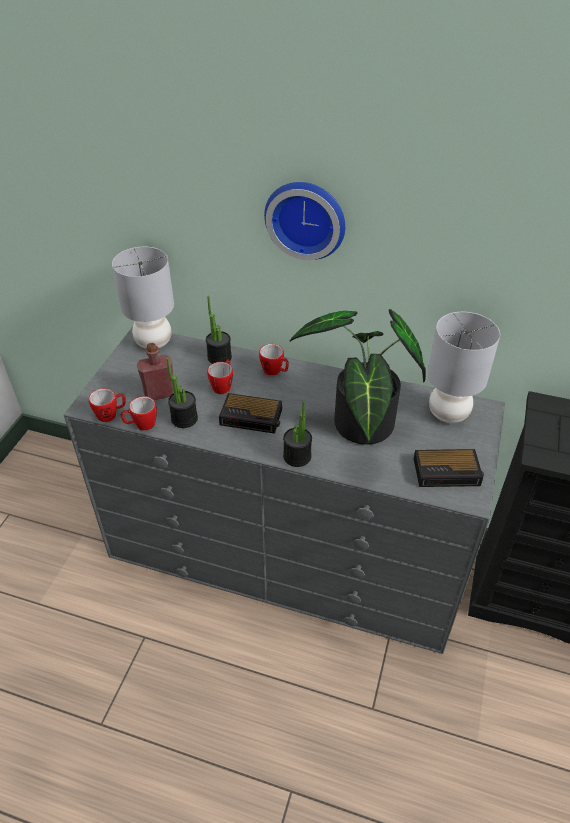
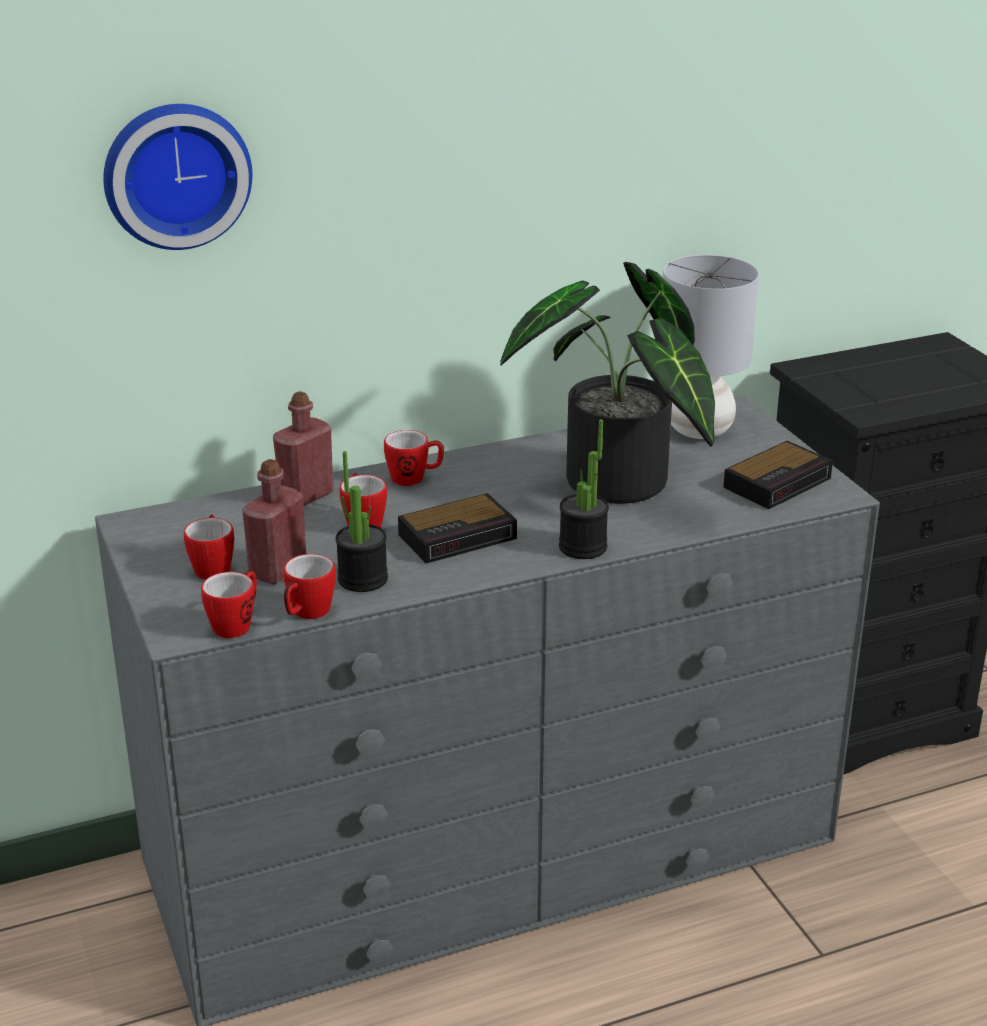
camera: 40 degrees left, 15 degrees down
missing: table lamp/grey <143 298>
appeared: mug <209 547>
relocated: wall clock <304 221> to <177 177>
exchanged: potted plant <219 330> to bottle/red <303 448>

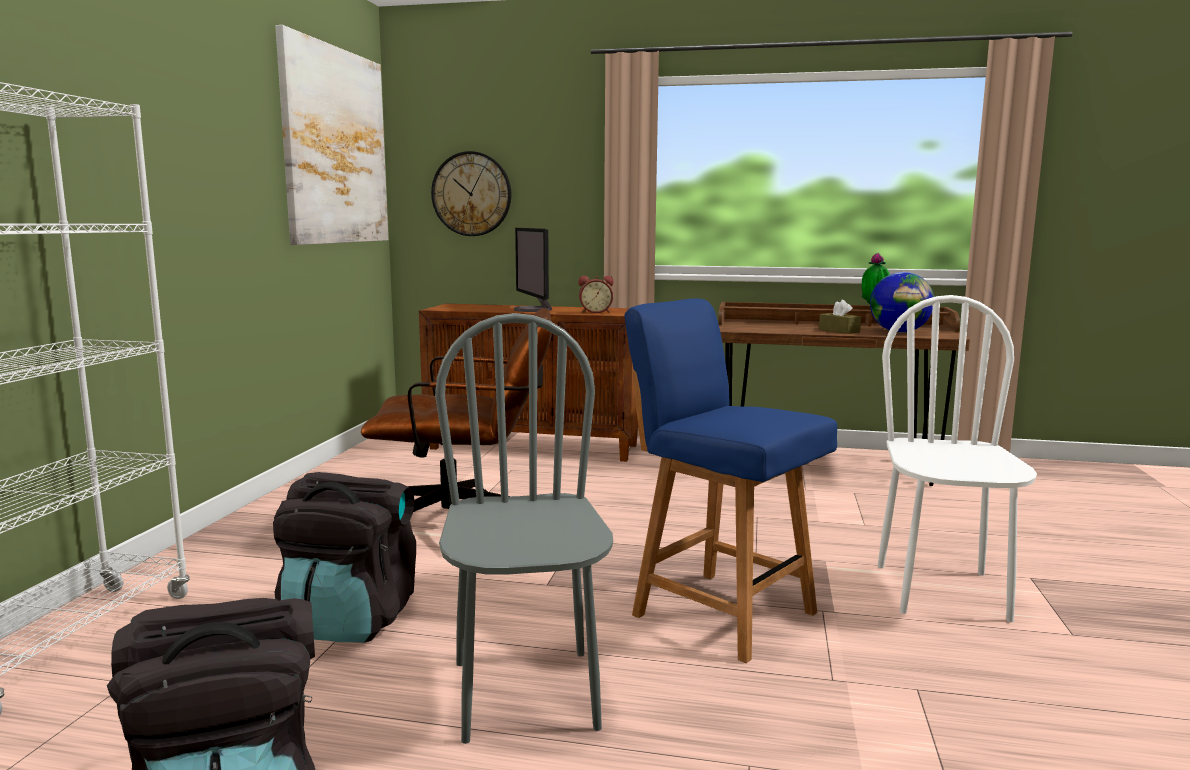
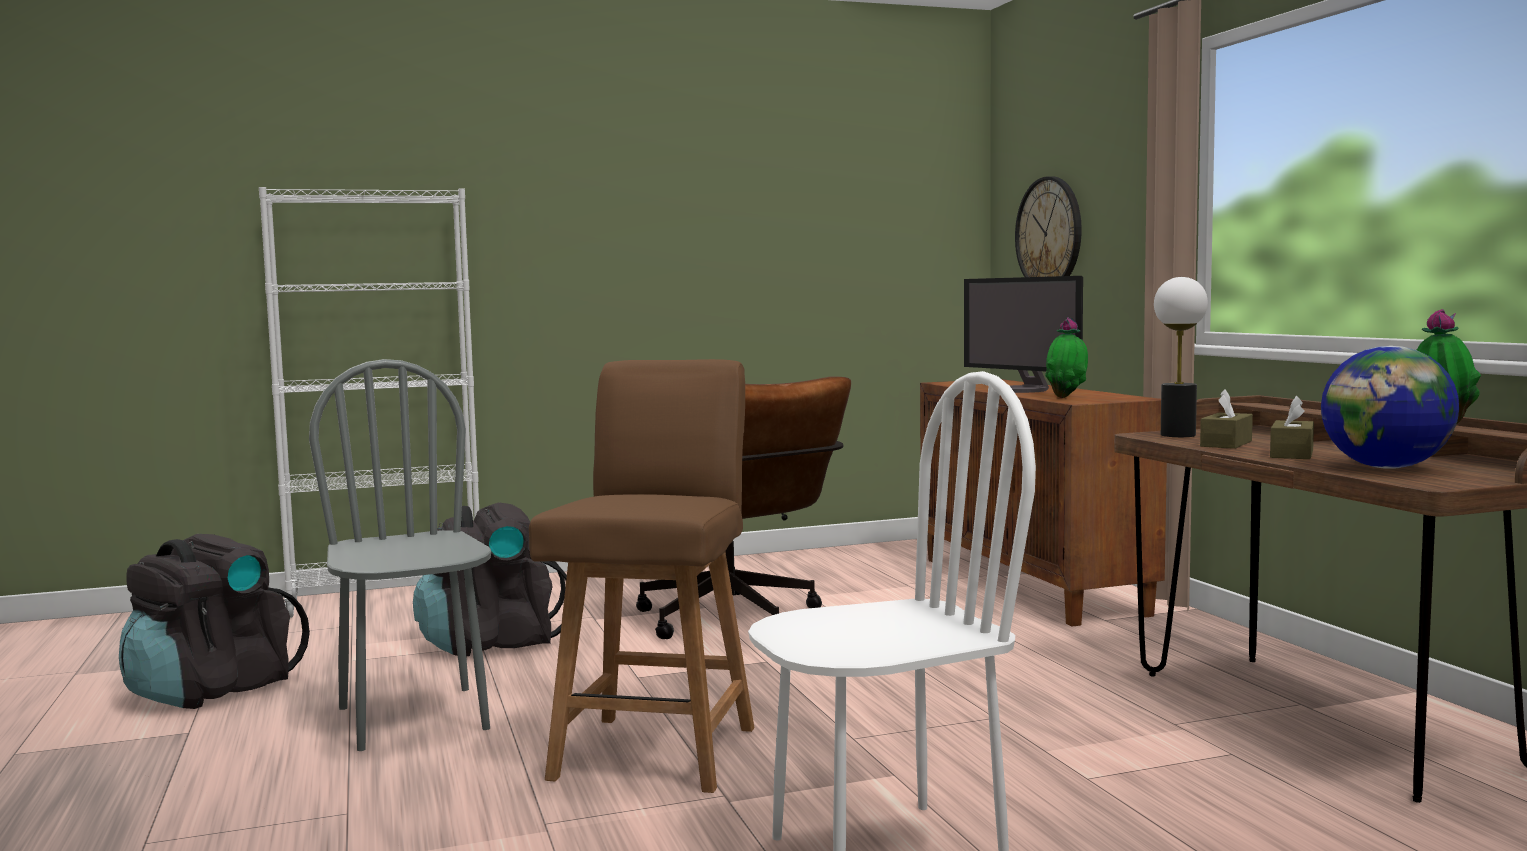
camera: 60 degrees right, 5 degrees down
missing: picture <331 135>
appeared: table lamp <1181 357>; tissue box/brown <1226 419>
exchanged: alarm clock <595 294> to potted plant <1066 357>
colour: chair/blue <730 481> to chair/brown <641 576>
spun: chair/grey <524 528> = <400 555> 75 degrees counterclockwise; monitor <533 270> = <1023 334> 75 degrees counterclockwise

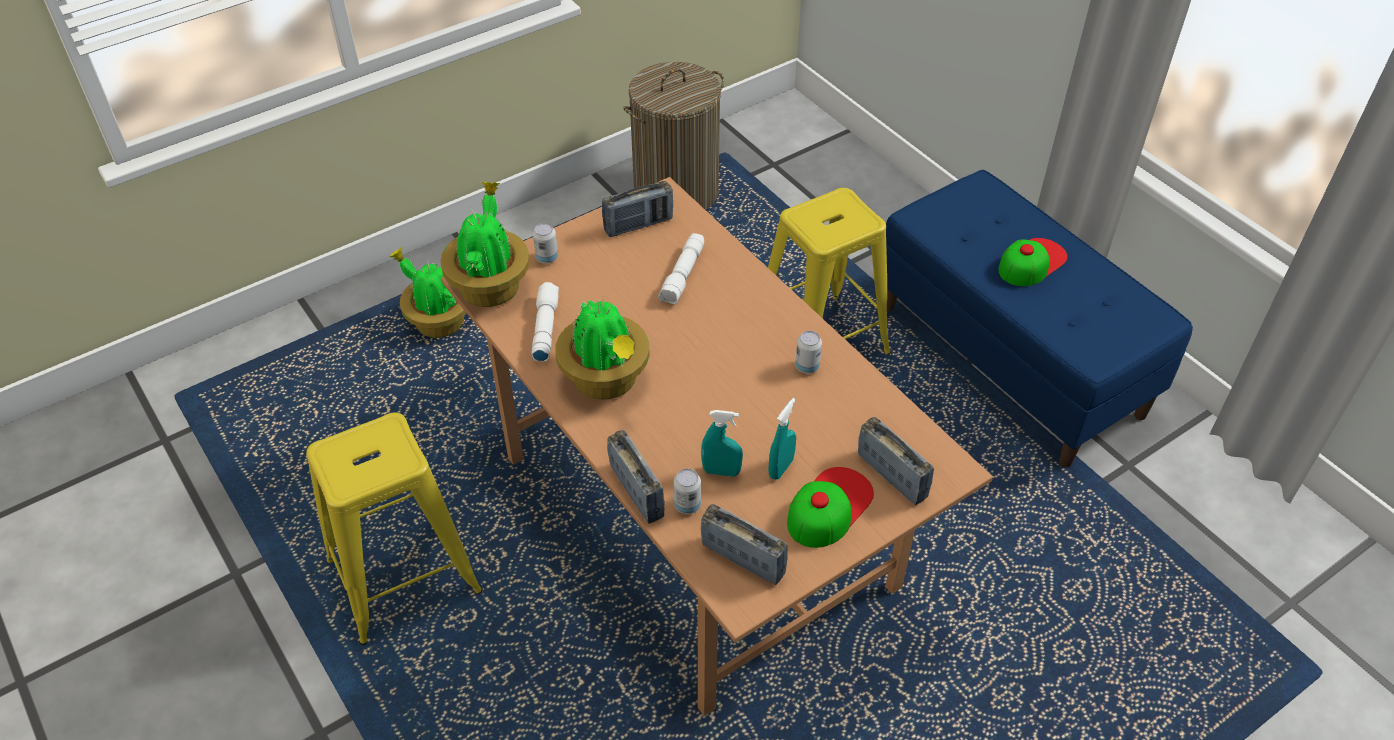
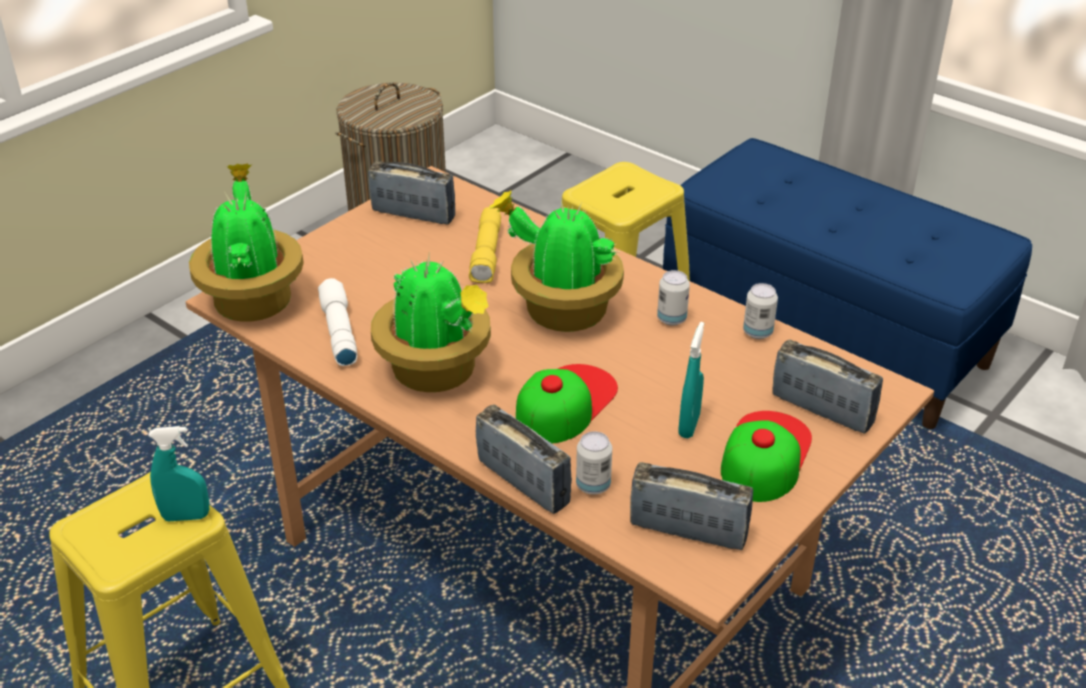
camera: 15 degrees left, 10 degrees down
relocated: potted plant <427 292> to <556 261>; can <545 243> to <760 311>; spray bottle/turquoise <722 443> to <178 473>; cap <1033 262> to <567 403>
colour: flashlight/white <681 269> to flashlight/yellow <485 245>
spun: radio <637 209> = <411 193> 120 degrees counterclockwise

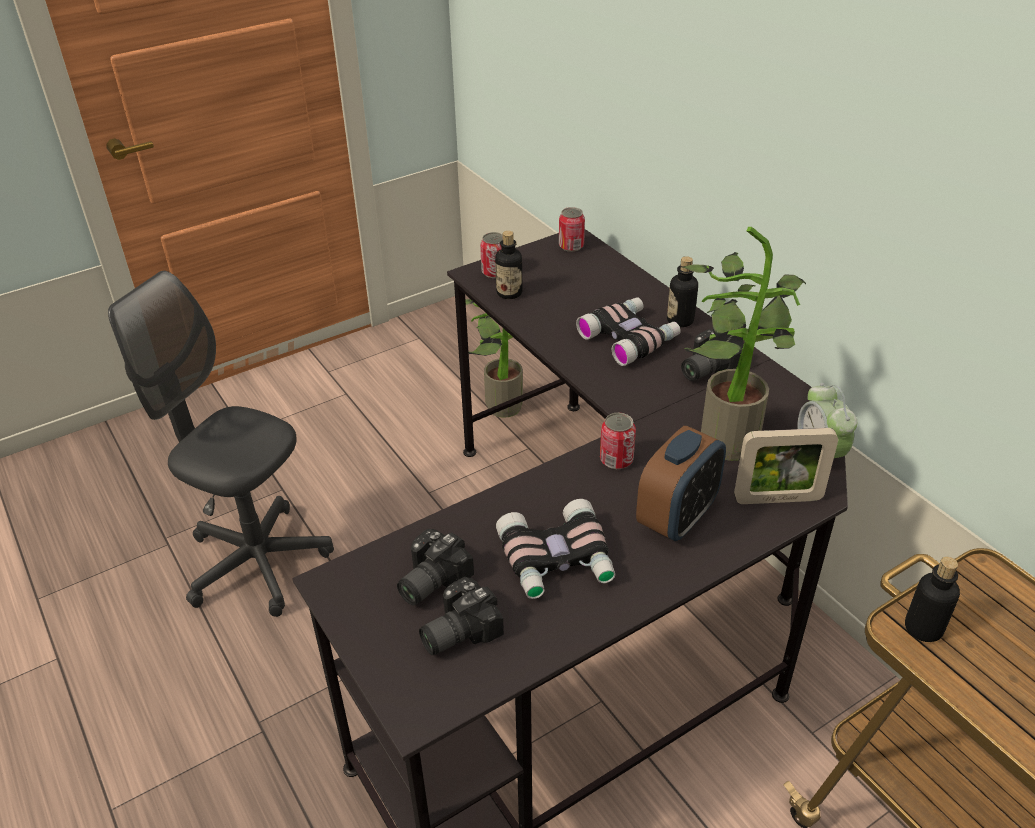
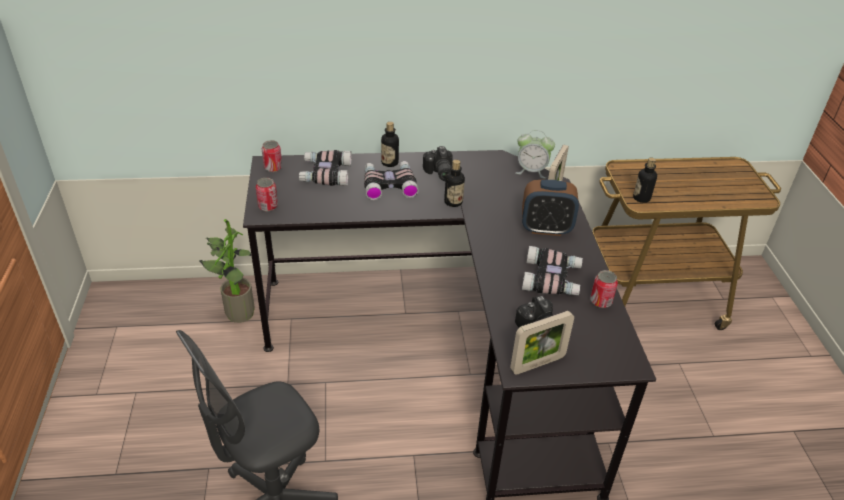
camera: 65 degrees left, 0 degrees up
missing: photo camera <461 616>; potted plant <743 344>
appeared: binoculars <325 168>; picture frame <542 343>
relocated: bottle <508 265> to <454 183>; can <618 441> to <604 289>
spun: alarm clock <681 483> = <550 208> 120 degrees clockwise

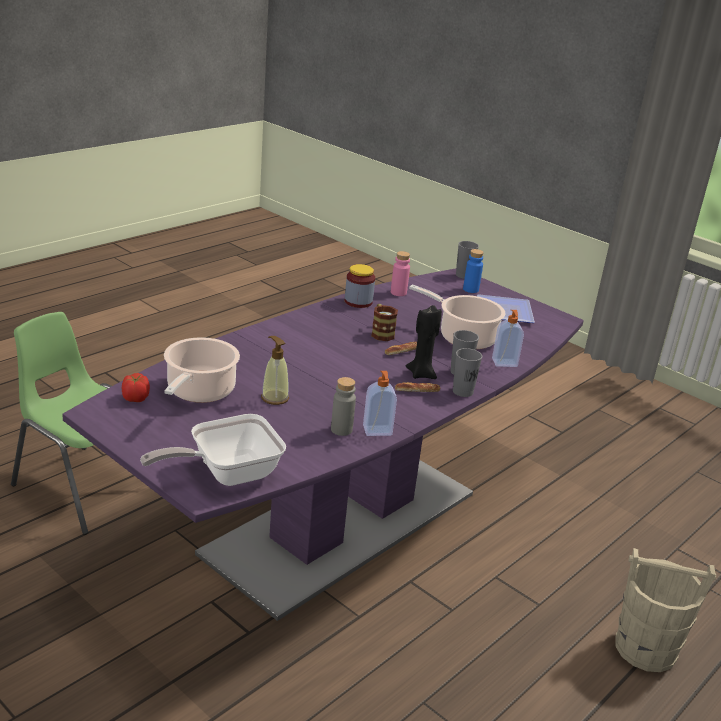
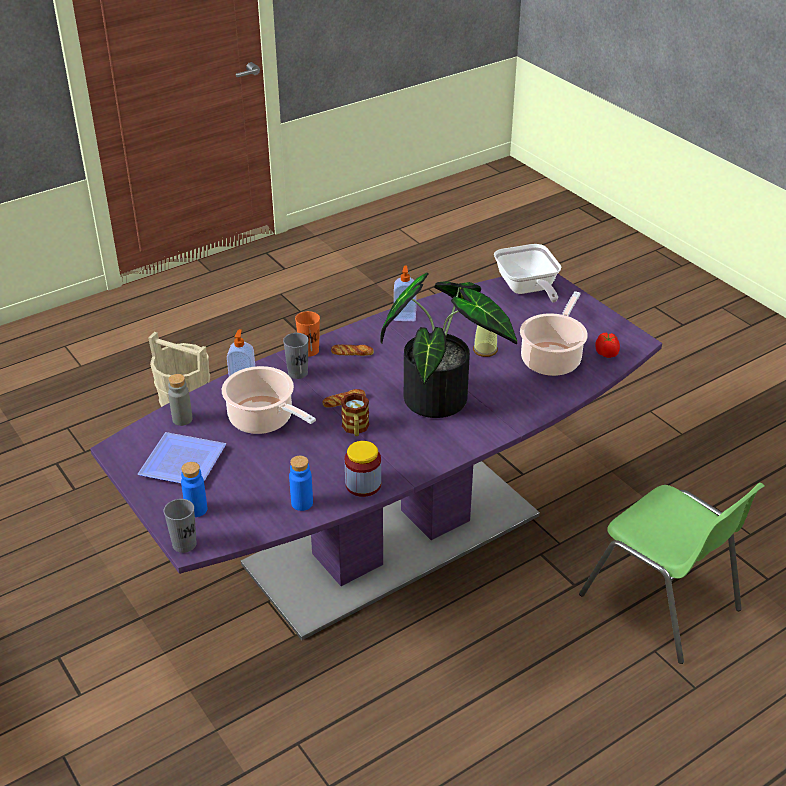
camera: 165 degrees left, 10 degrees up
missing: candle/black <424 342>
appeared: potted plant <448 345>
relocated: bottle/grey <343 406> to <180 400>
colour: bottle/pink <400 273> to bottle/blue <301 483>; cup/grey <467 372> to cup/orange <307 333>
spun: frying pan <213 450> = <527 273> 90 degrees clockwise

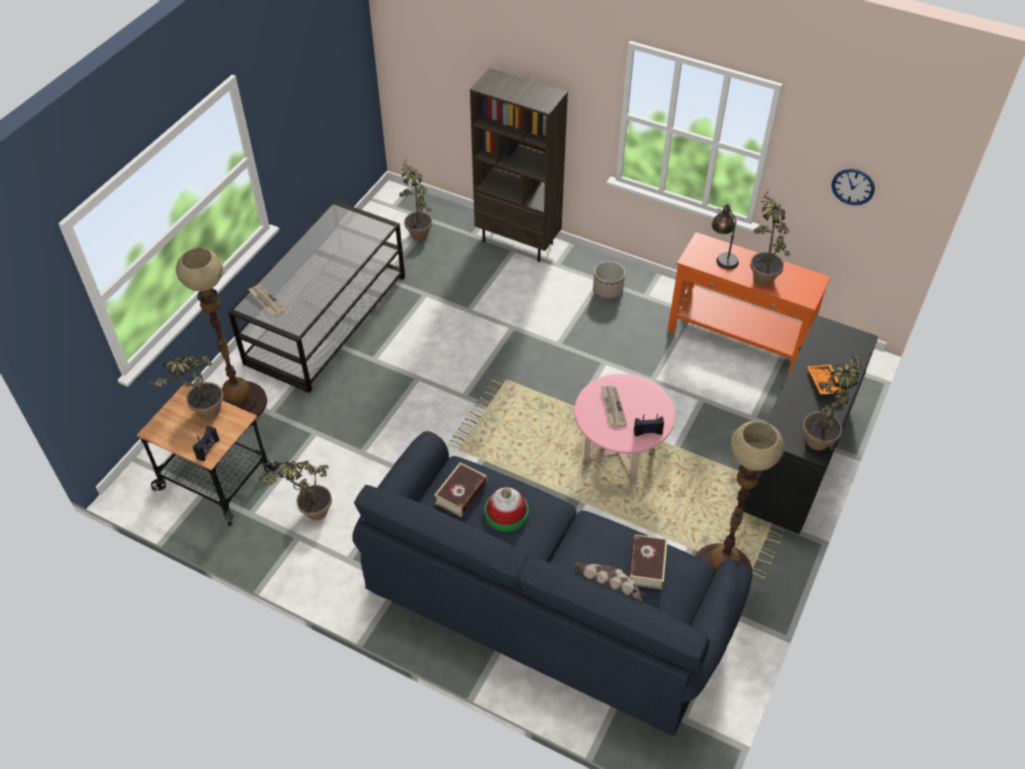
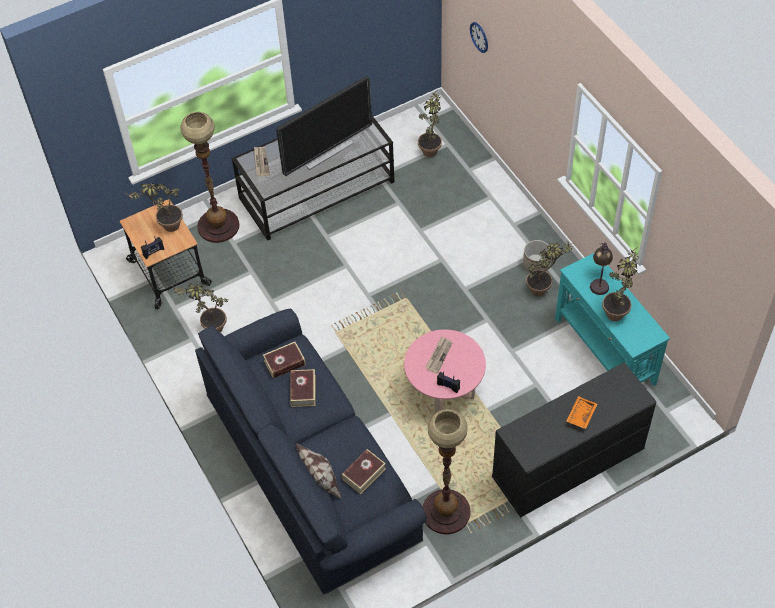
camera: 35 degrees right, 5 degrees up
missing: bookcase/brown <519 165>
appeared: television <324 126>
relocated: potted plant <833 401> to <550 269>; wall clock <853 187> to <479 37>
exchanged: hat <506 509> to book <303 388>
colour: console table/orange <749 303> to console table/turquoise <612 319>

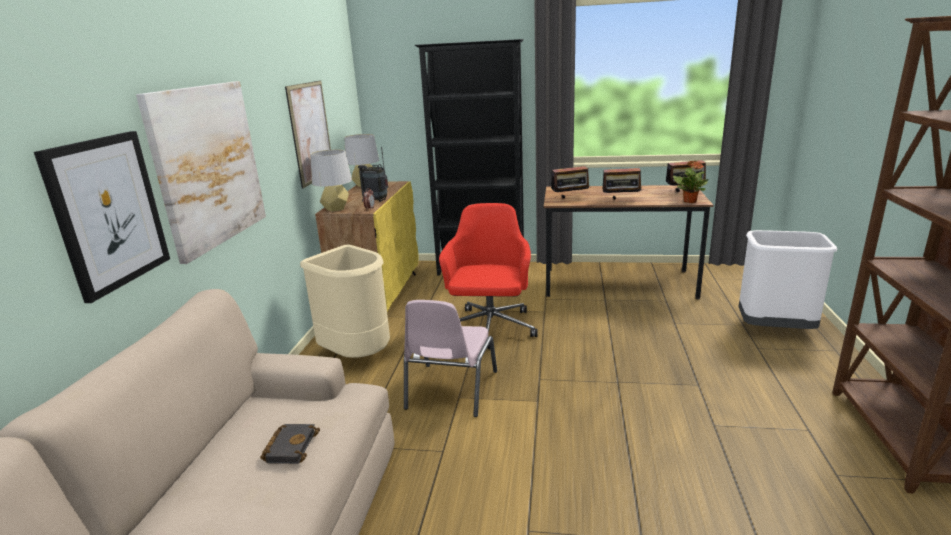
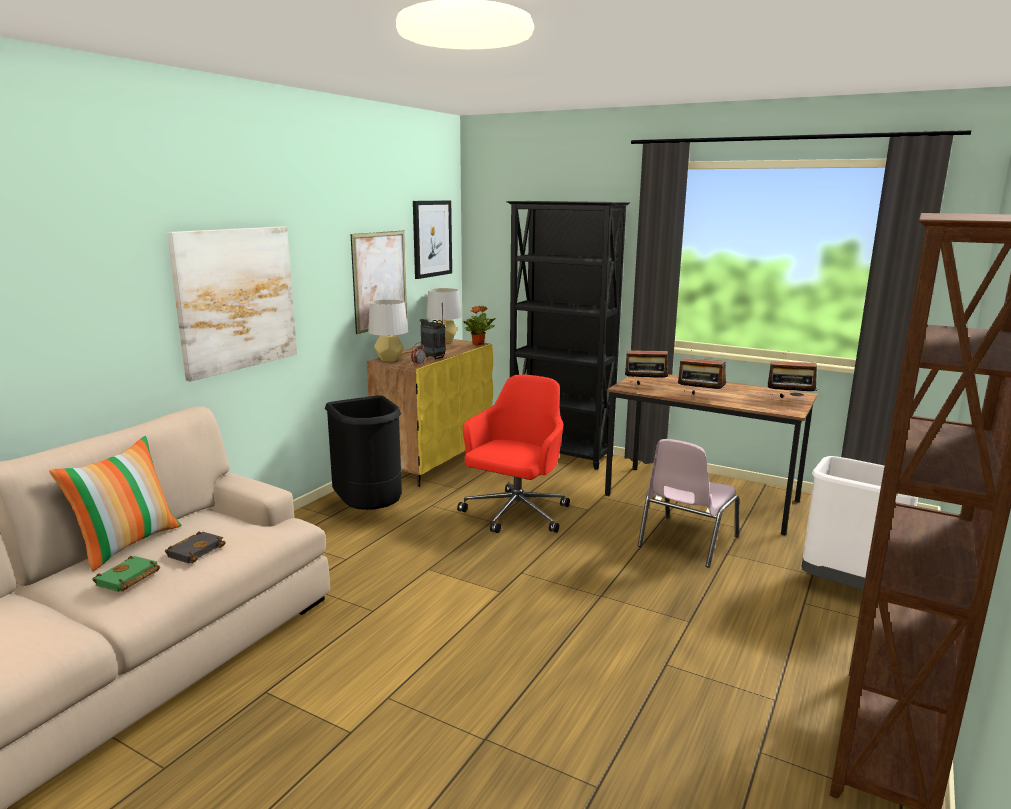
camera: 20 degrees right, 5 degrees down
appeared: pillow <115 503>; book/green <126 574>
relocated: picture <102 217> to <432 239>; chair/pink <450 358> to <688 503>; potted plant <691 182> to <479 325>
colour: trash can/beige <345 301> to trash can/black <363 452>

